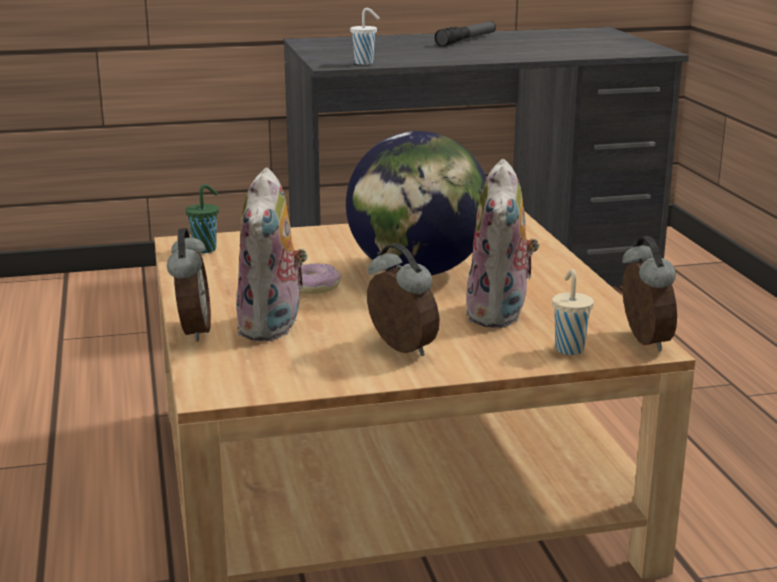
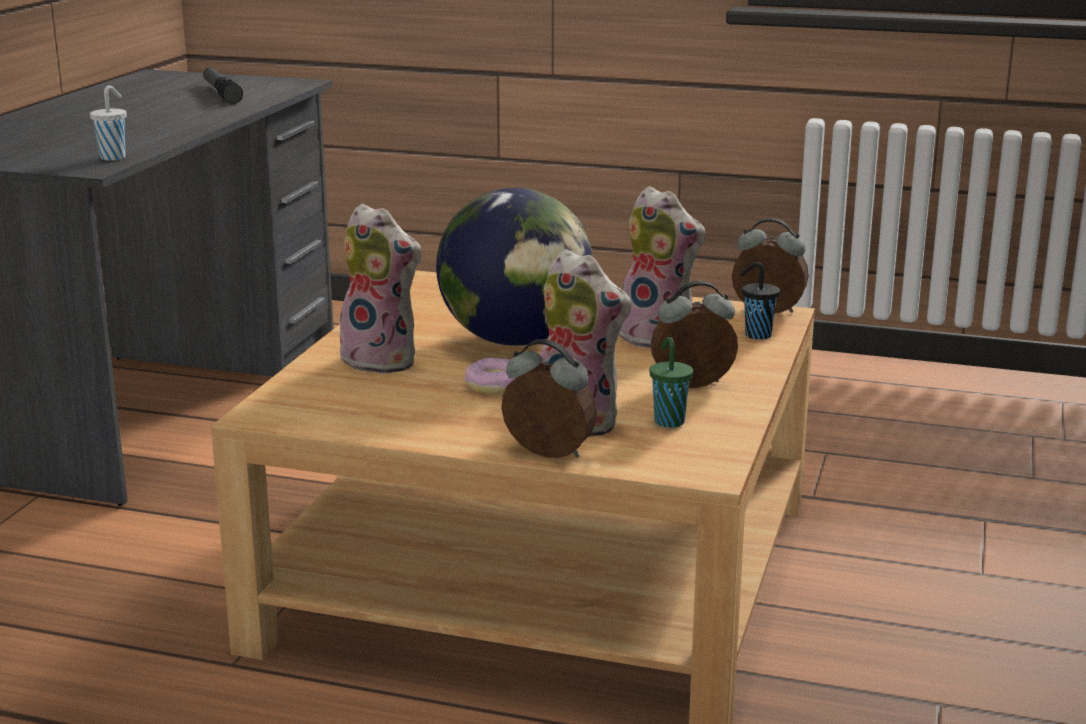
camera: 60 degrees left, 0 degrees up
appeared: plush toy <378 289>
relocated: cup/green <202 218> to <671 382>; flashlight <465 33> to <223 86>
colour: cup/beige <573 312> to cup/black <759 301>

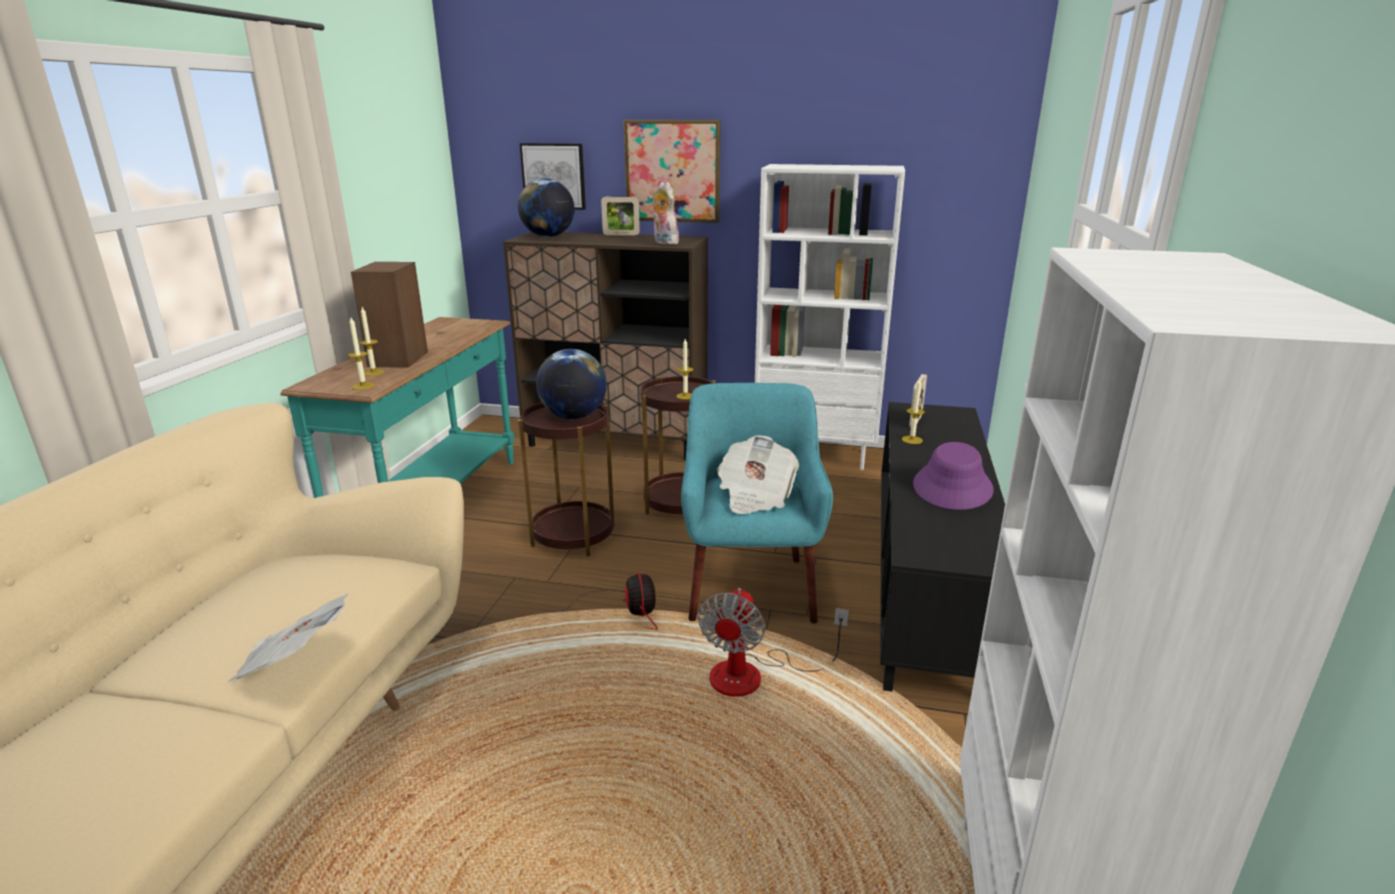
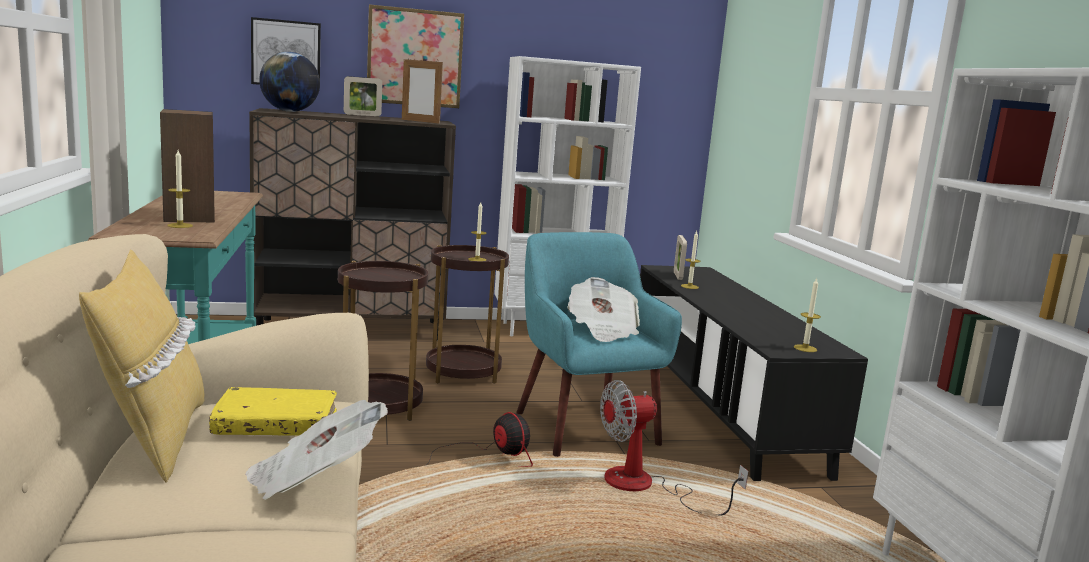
camera: 25 degrees left, 10 degrees down
missing: globe <571 384>; hat/purple <953 476>
appeared: pillow/yellow <142 366>; book/yellow <273 411>
relocated: candle <361 354> to <807 315>
exchanged: plush toy <666 213> to picture frame <422 91>
spun: fan <773 642> = <674 448> 75 degrees clockwise

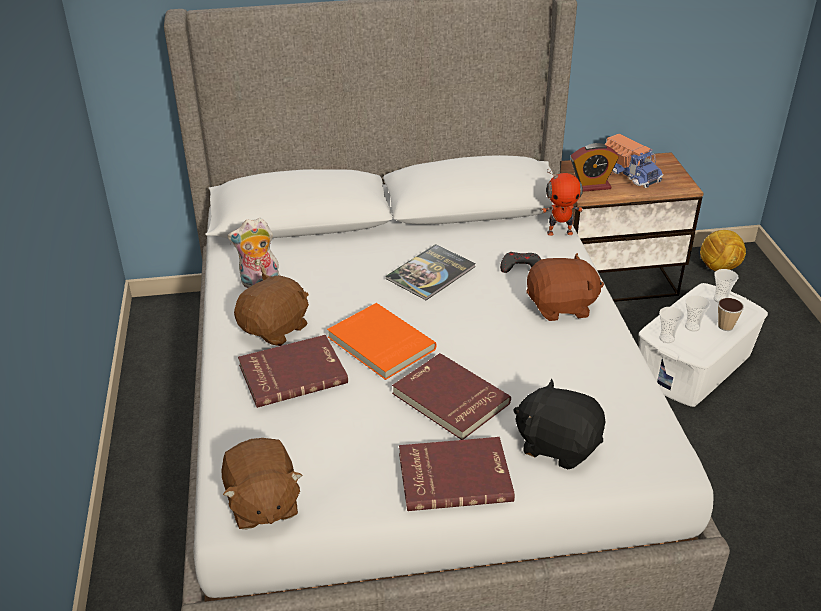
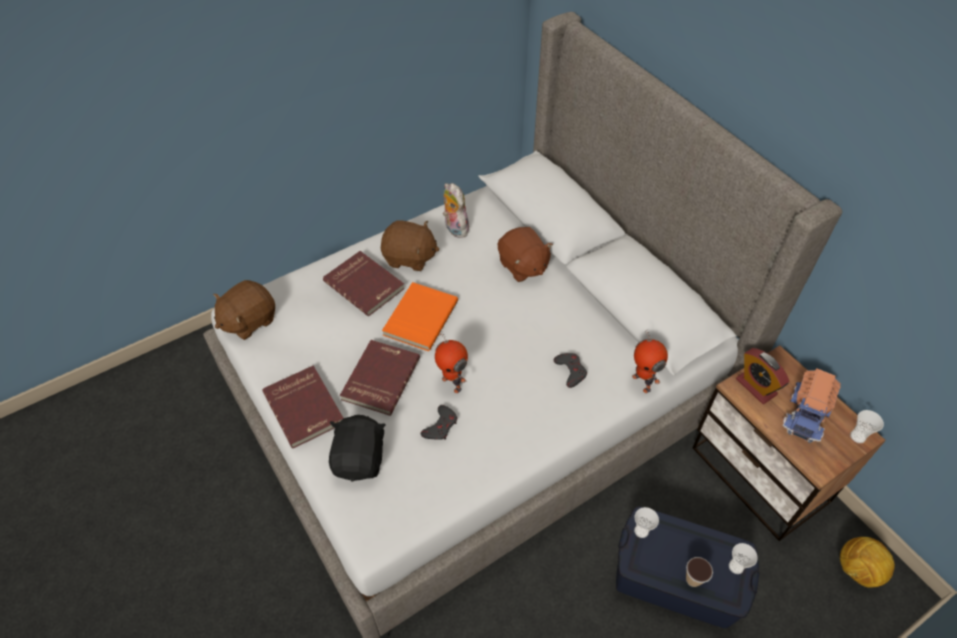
camera: 65 degrees right, 15 degrees up
missing: book <431 272>
appeared: game controller/grey <439 422>; toy robot <451 362>
relocated: plush toy/brown <565 287> to <525 254>; cup <697 313> to <867 426>
colour: storage box/white <703 345> to storage box/blue <687 567>

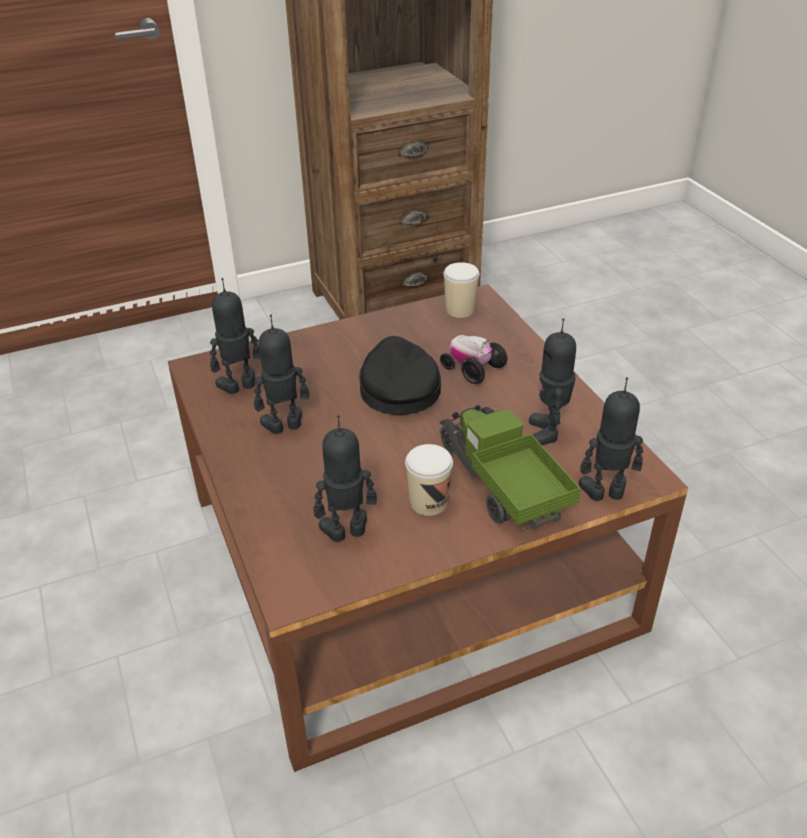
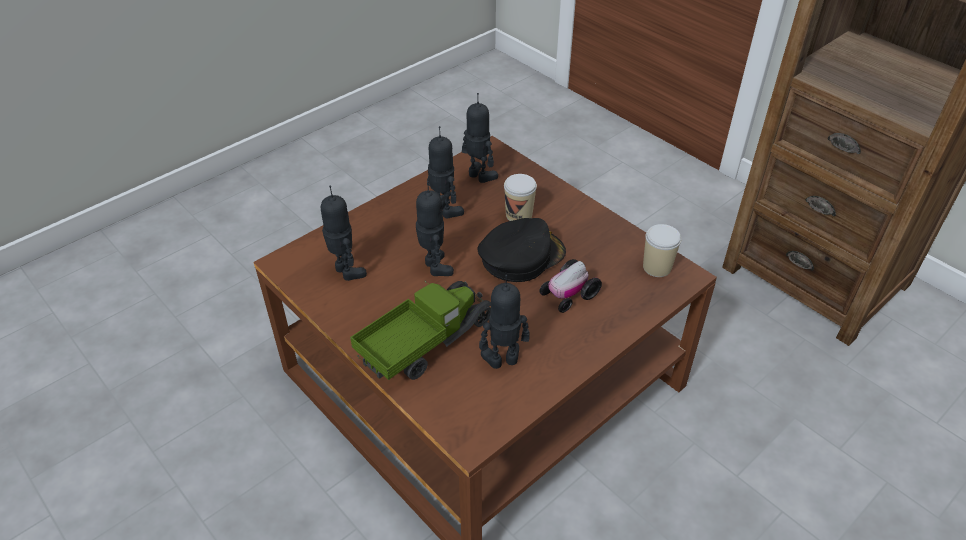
camera: 70 degrees right, 5 degrees up
relocated: cup <429 480> to <520 197>; toy robot <611 439> to <435 228>
spun: toy car <473 359> = <570 286> 150 degrees counterclockwise

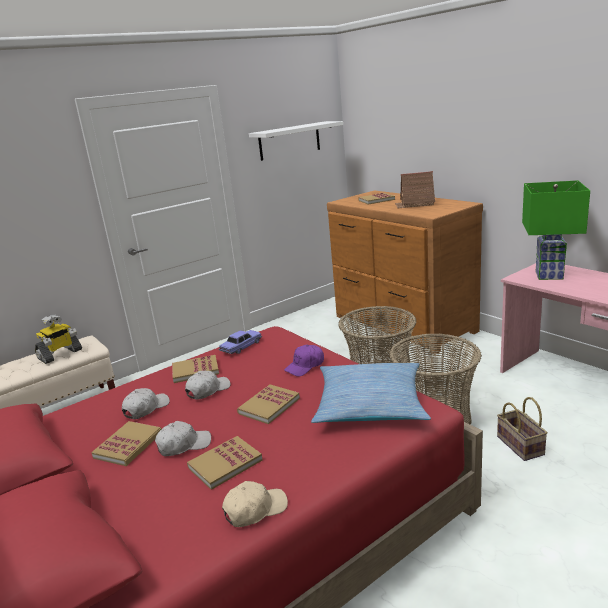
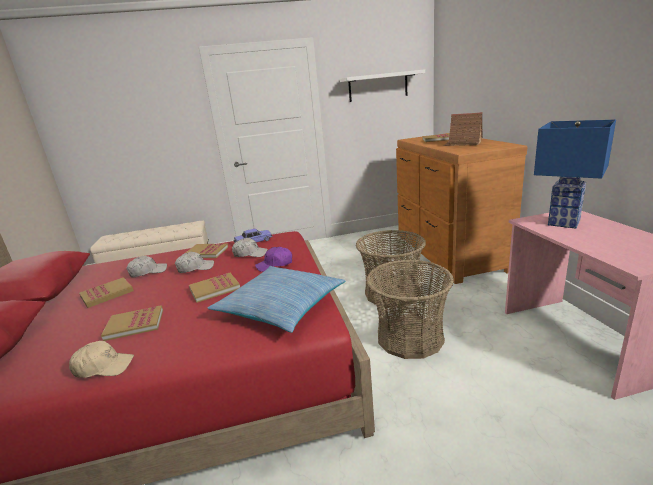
camera: 25 degrees right, 0 degrees up
missing: toy robot <58 339>; basket <522 429>
relocated: cap/white <183 438> to <250 247>
colour: table lamp/green <556 230> to table lamp/blue <575 174>

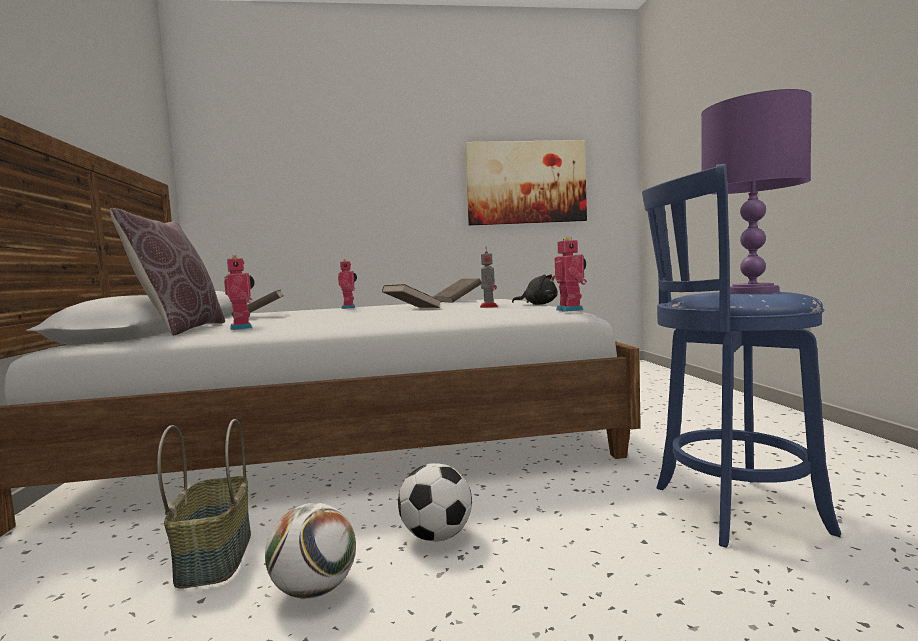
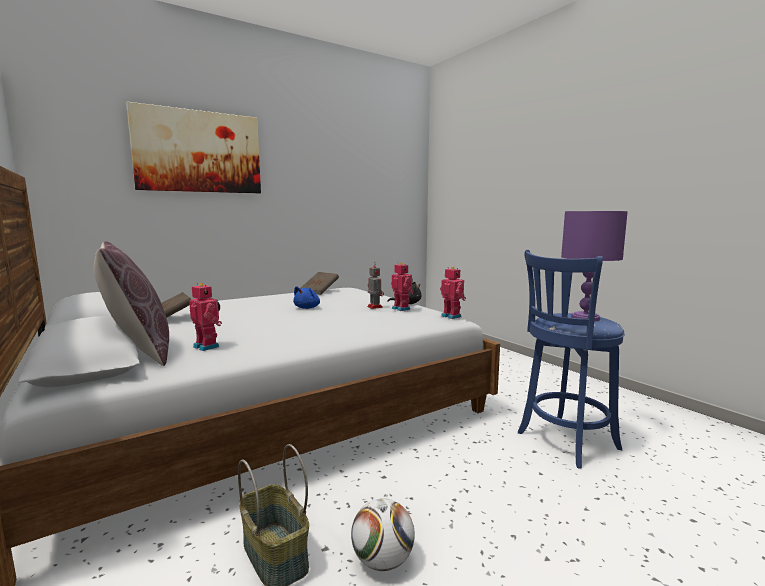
camera: 25 degrees left, 5 degrees up
missing: football <435 502>
relocated: toy robot <347 284> to <402 286>; picture <526 183> to <193 147>
exchanged: book/brown <411 296> to plush toy/blue <306 297>

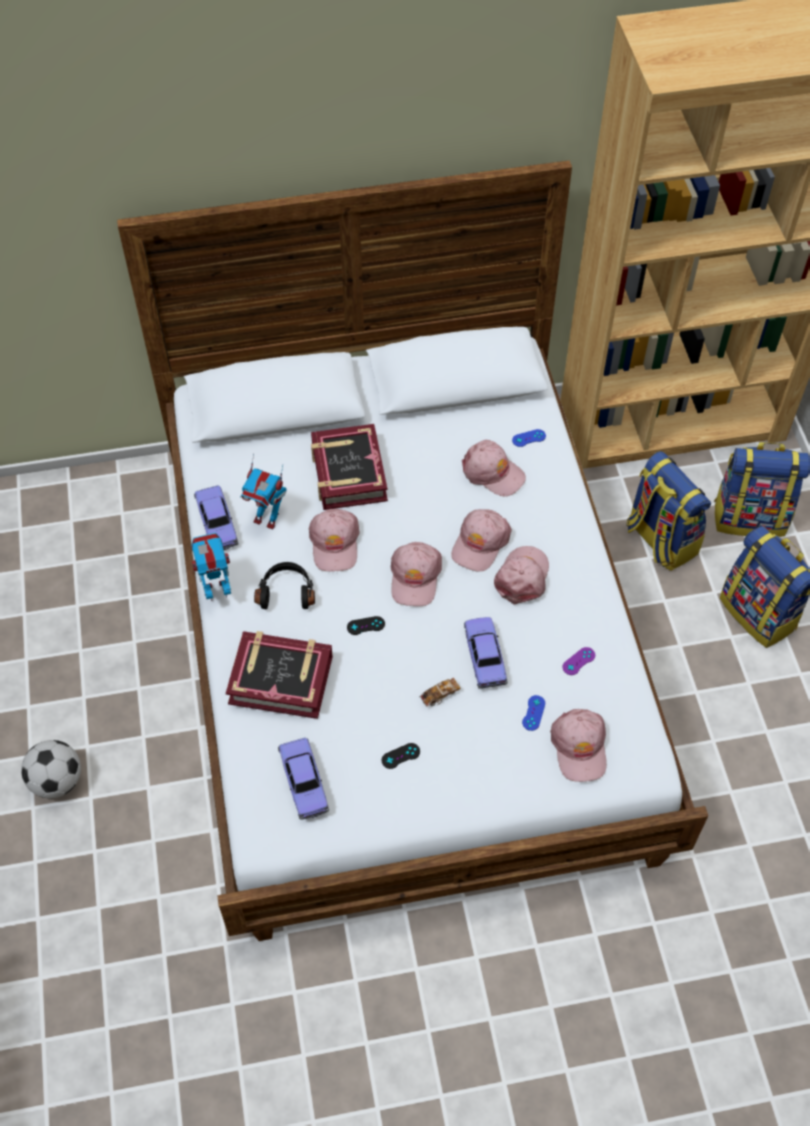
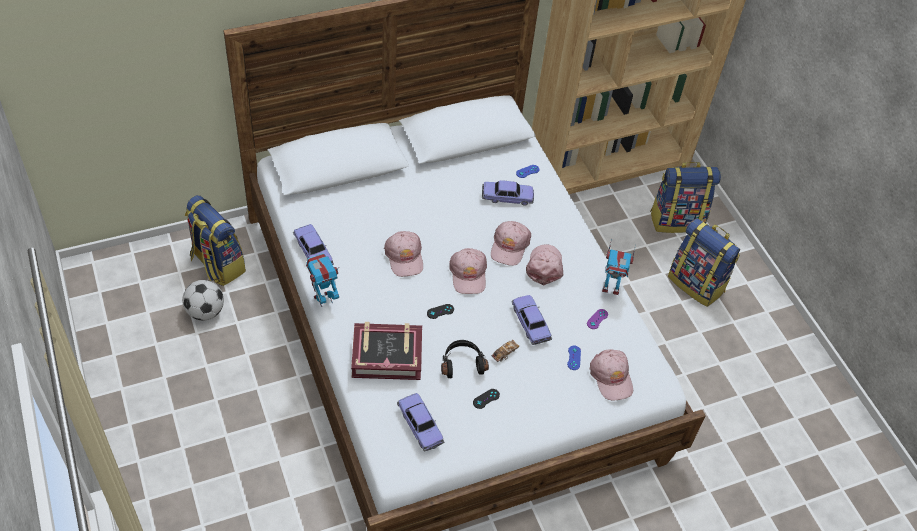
camera: 15 degrees left, 5 degrees down
missing: book <349 467>
relocated: football <51 769> to <203 300>; toy robot <263 491> to <619 267>; headphones/black <284 585> to <465 359>; backpack <668 511> to <215 240>
exchanged: cap/pink <494 468> to toy car <508 193>

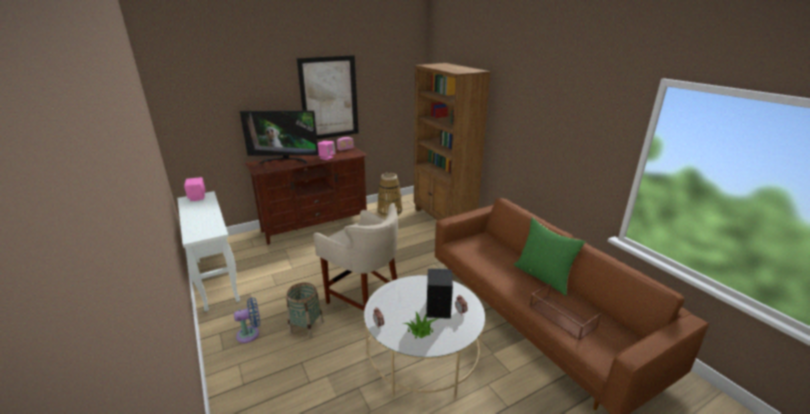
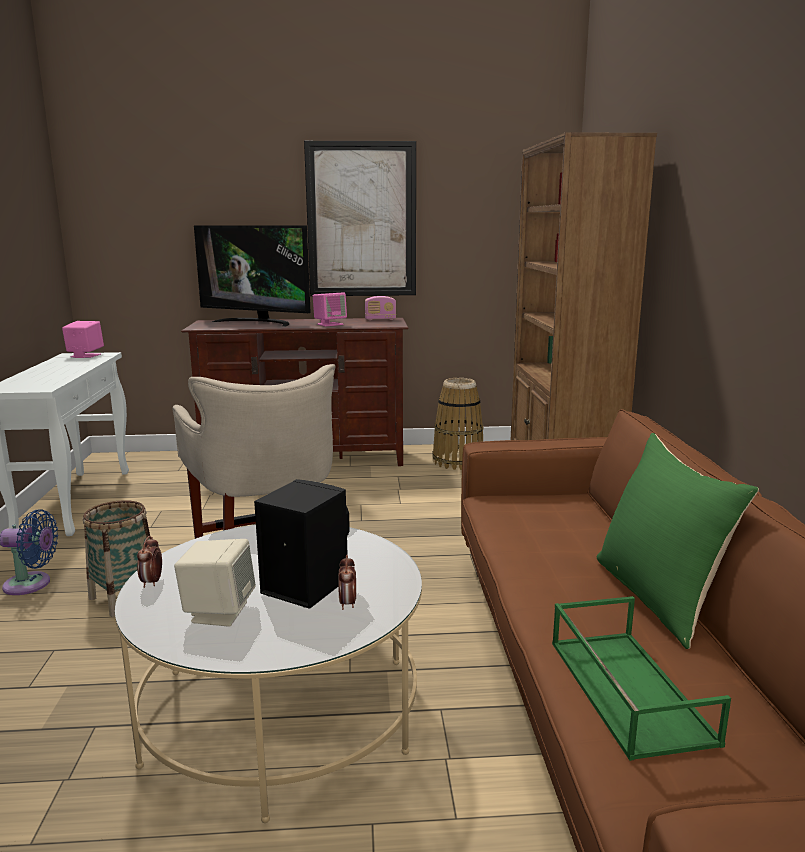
camera: 25 degrees right, 10 degrees down
exchanged: potted plant <421 325> to speaker/beige <215 583>
colour: tray/brown <565 312> to tray/green <641 678>

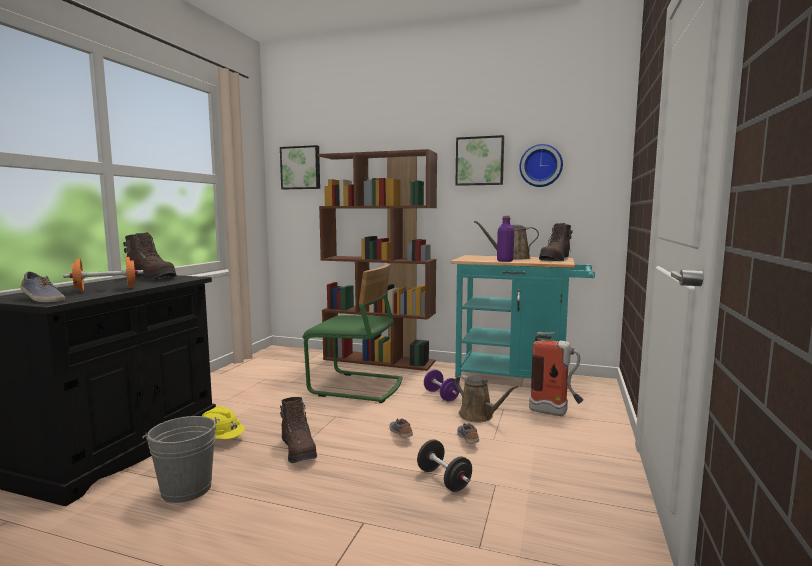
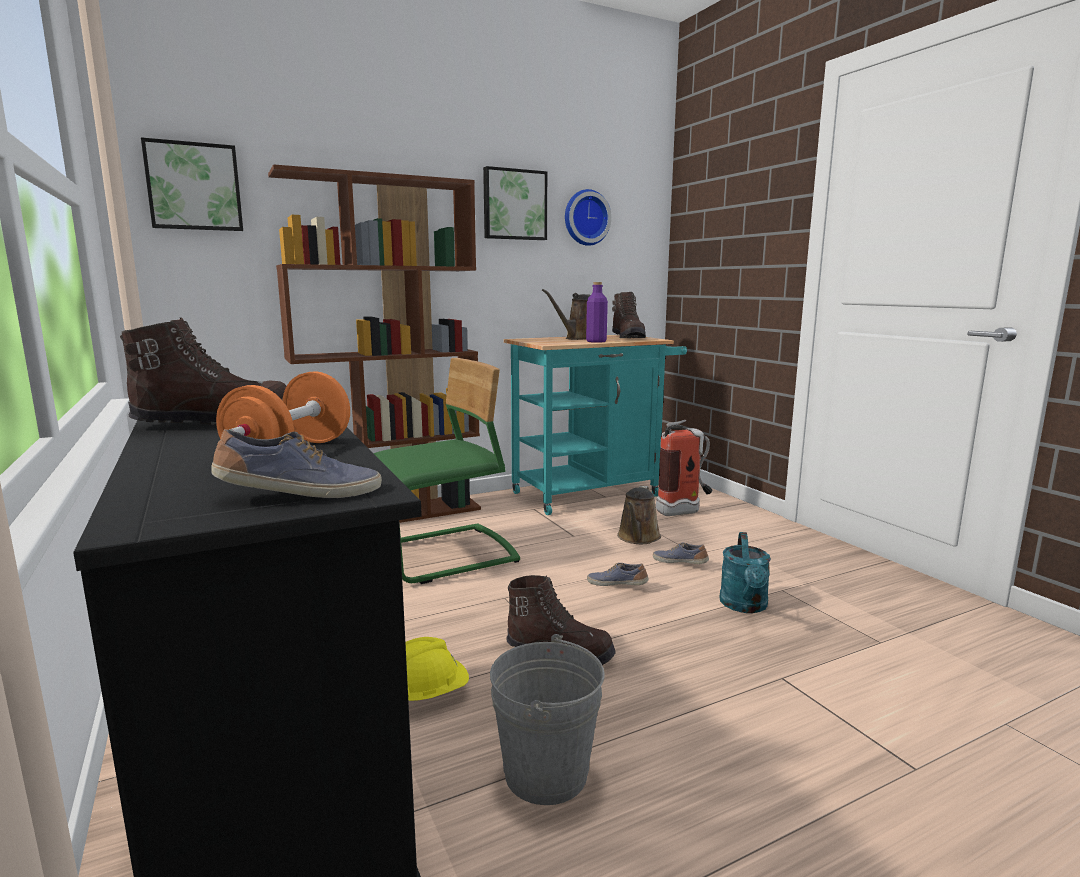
camera: 45 degrees left, 5 degrees up
missing: dumbbell/purple <442 386>
exchanged: dumbbell/black <444 465> to watering can/turquoise <745 572>
spun: watering can/brown <487 398> = <639 515> 105 degrees clockwise

